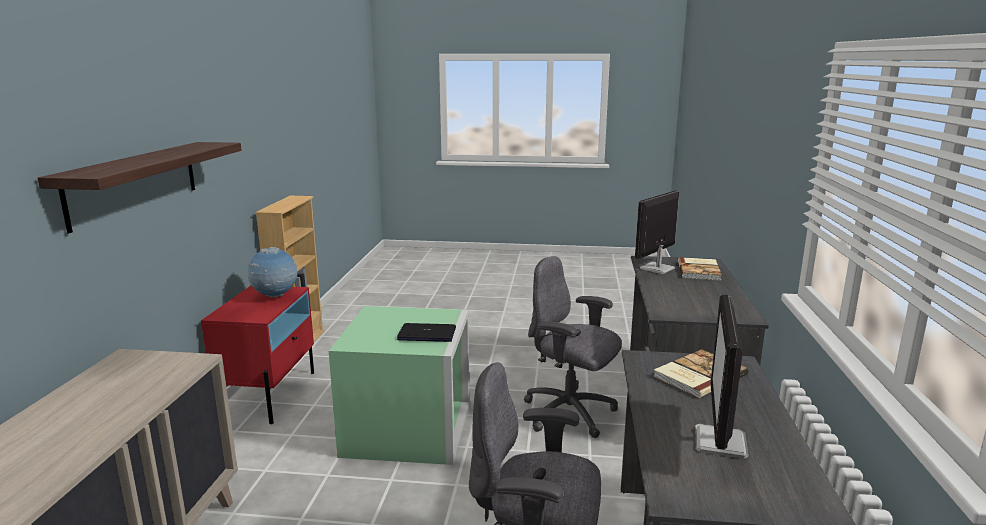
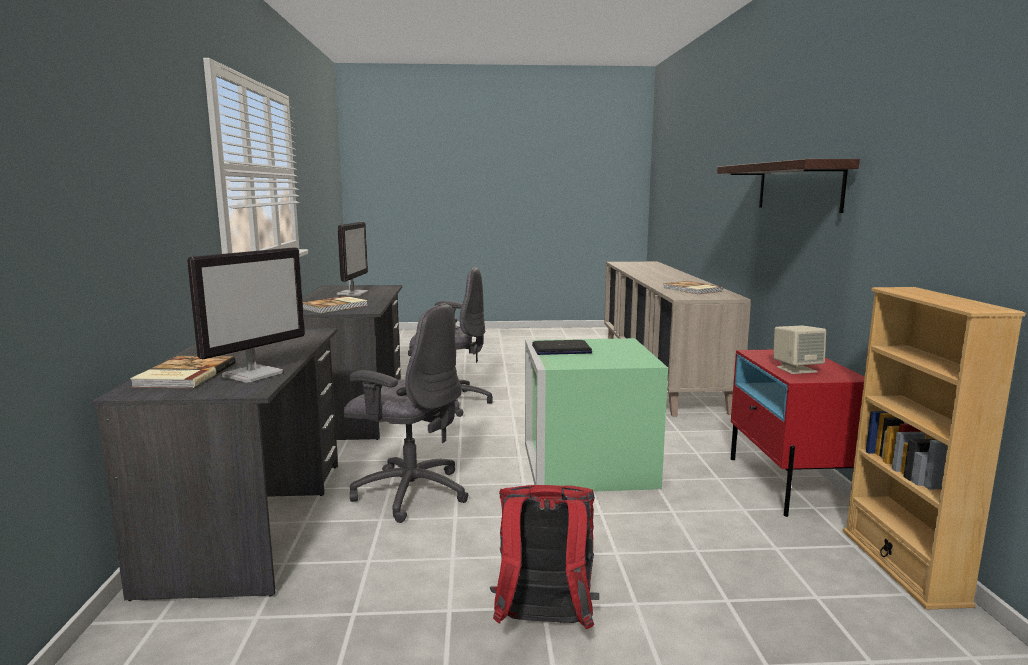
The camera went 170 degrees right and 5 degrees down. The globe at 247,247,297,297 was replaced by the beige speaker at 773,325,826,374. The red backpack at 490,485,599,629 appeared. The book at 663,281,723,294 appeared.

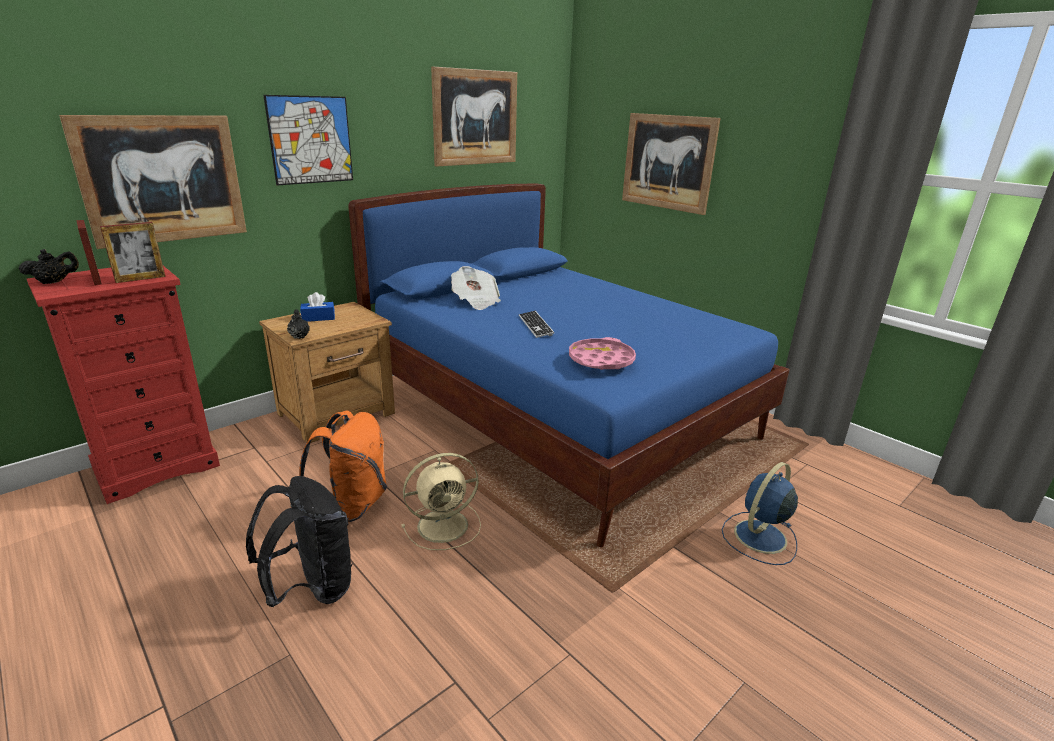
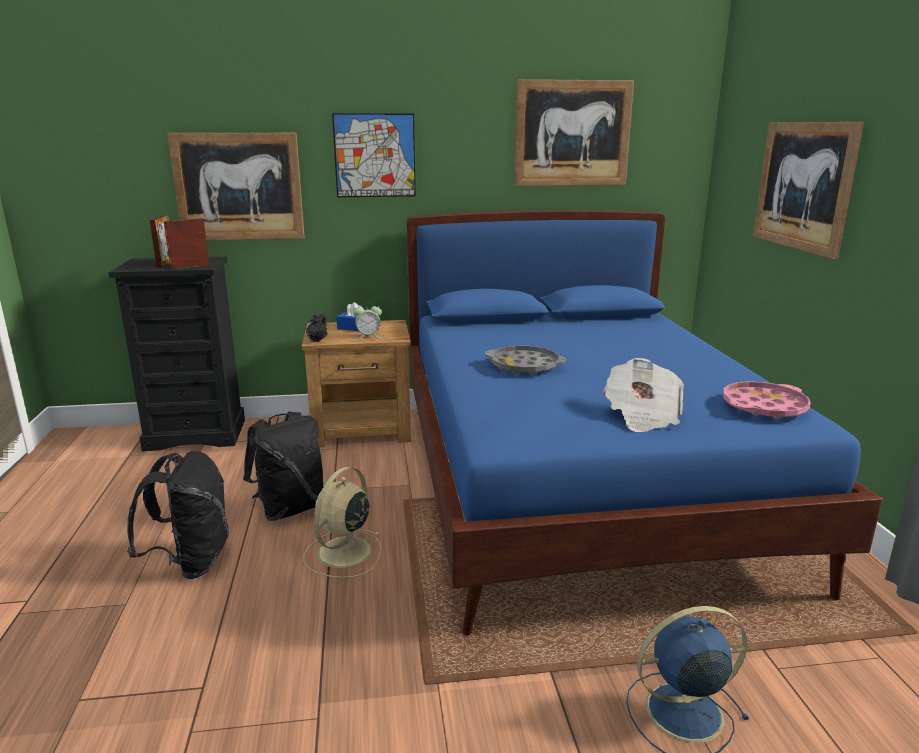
The camera went 35 degrees right and 5 degrees down. The black teapot at 18,249,79,284 disappeared. The red dresser at 27,266,220,504 became the black dresser at 109,257,245,451. The picture frame at 100,222,166,283 turned 150 degrees clockwise. The orange backpack at 299,411,387,522 became the black backpack at 243,412,323,521. The beige fan at 401,453,481,550 turned 105 degrees clockwise. The newspaper moved from 451,266,501,310 to 603,358,684,432. The keyboard at 519,311,554,338 was replaced by the grey tray at 485,346,566,375. The pink tray moved from 569,337,636,370 to 723,381,811,419. The alarm clock at 353,302,382,339 appeared.

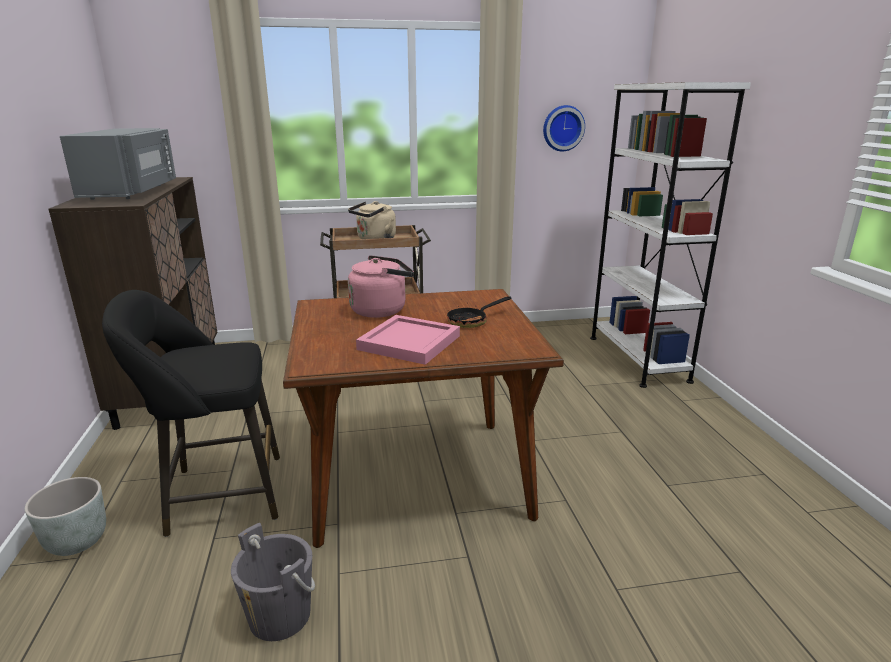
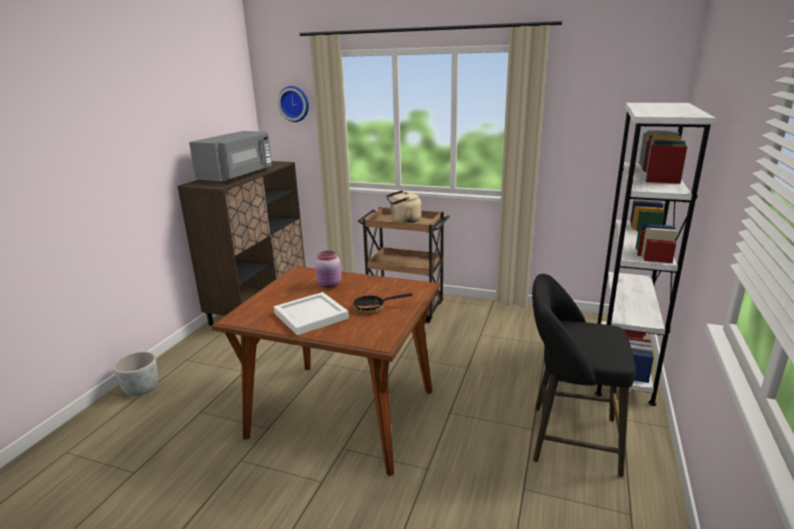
The camera went 30 degrees right and 0 degrees up. The black stool moved from 102,290,280,537 to 532,274,636,477. The grey bucket at 231,523,315,641 disappeared. The pink kettle at 348,255,414,318 was replaced by the pink jar at 315,251,341,288. The pink tray at 356,315,460,365 became the white tray at 274,292,349,335. The wall clock moved from 543,105,585,152 to 278,86,309,122.

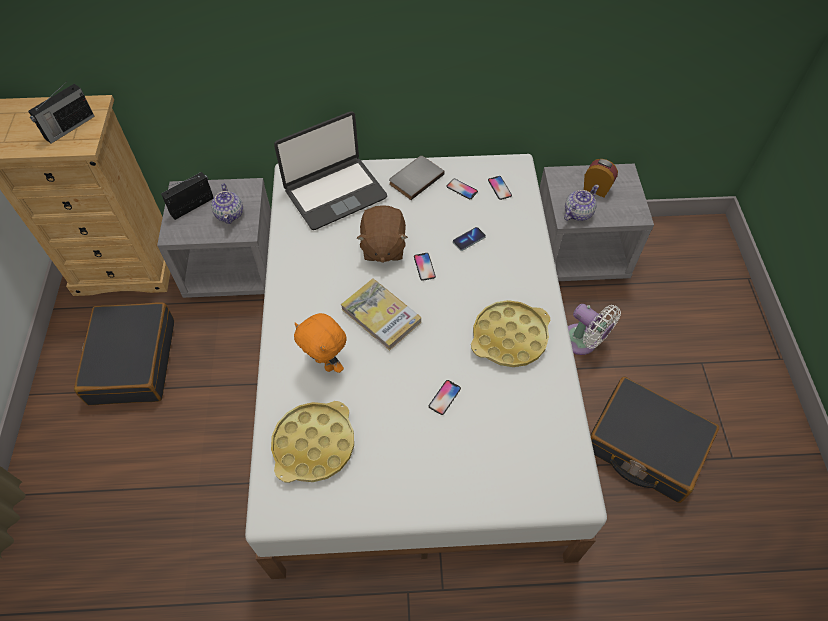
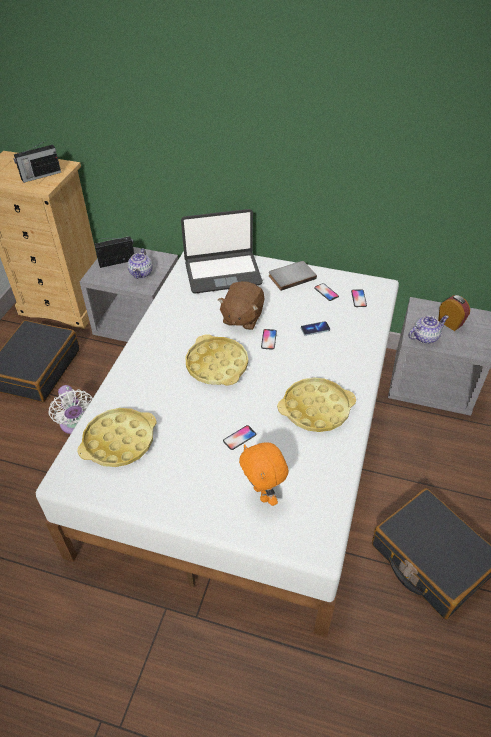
The camera went 20 degrees right and 10 degrees down. The orange plush toy moved from 294,313,346,373 to 239,442,289,506. The book at 341,278,421,351 was replaced by the yellow tray at 185,334,248,386. The white fan moved from 568,304,621,355 to 48,385,93,434.

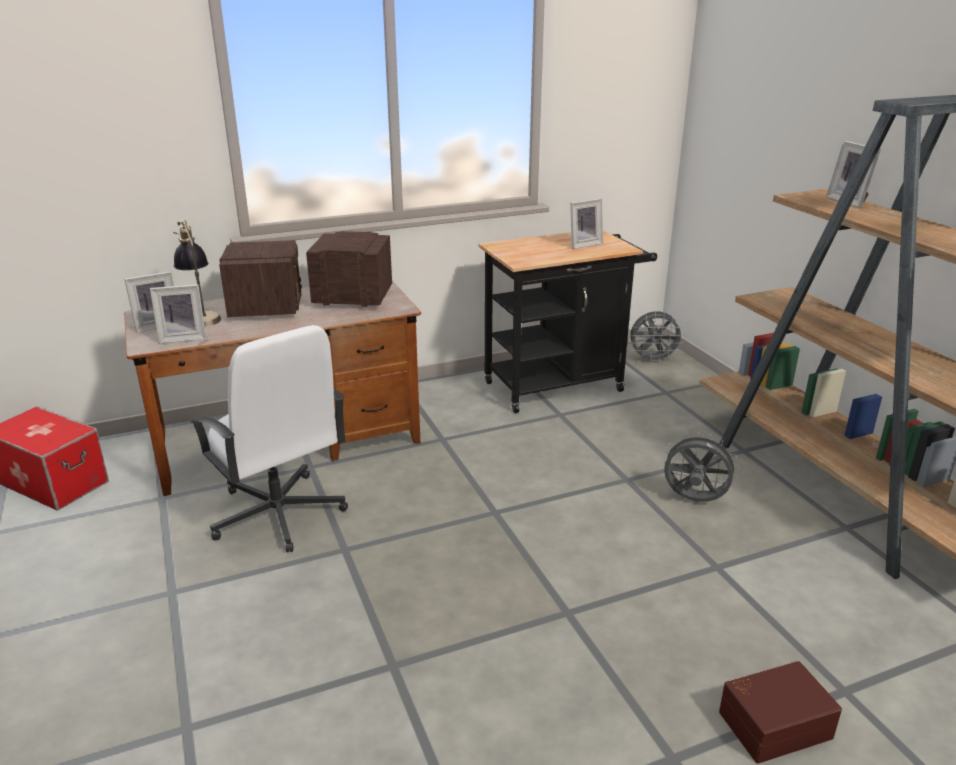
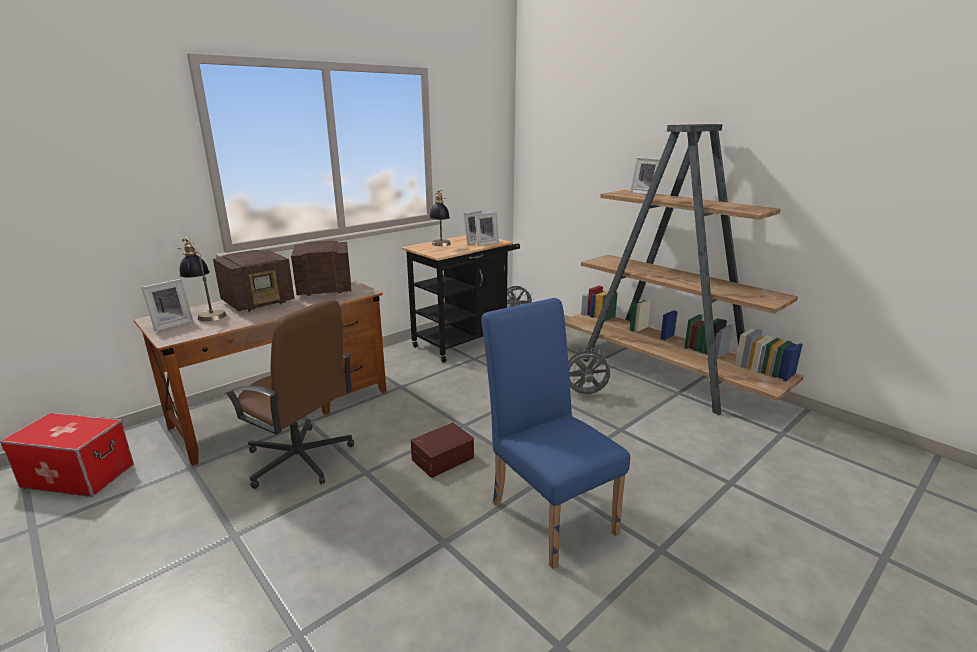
The camera went 20 degrees left and 5 degrees down. The picture frame moved from 150,284,206,344 to 474,212,499,246. The white office chair at 191,325,348,552 became the brown office chair at 224,299,354,489. The radio at 219,240,302,317 turned 75 degrees clockwise. The brown storage box moved from 719,661,842,763 to 411,422,474,478. The table lamp at 429,189,451,246 appeared. The blue chair at 481,298,630,569 appeared.

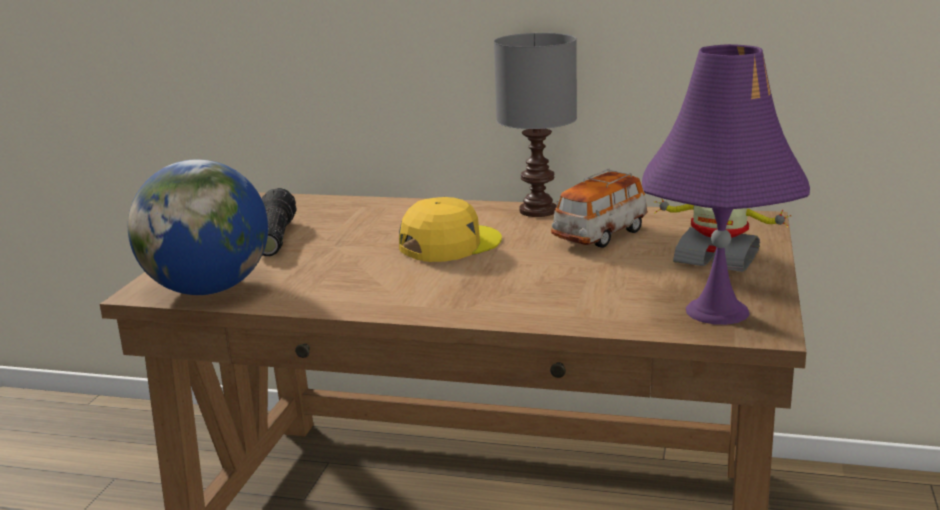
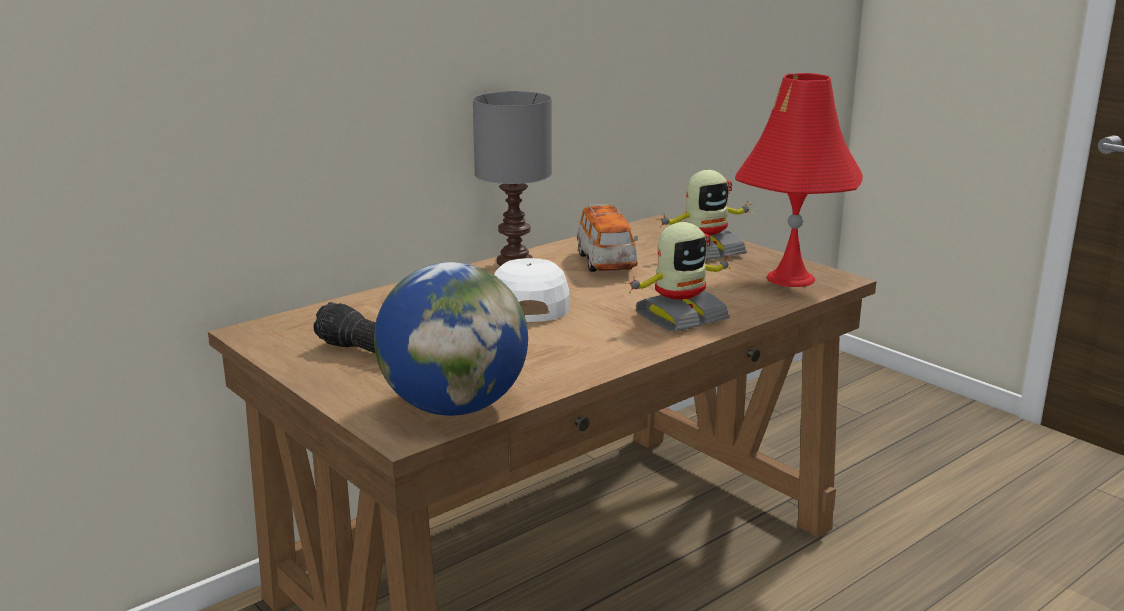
The camera went 55 degrees left and 0 degrees up. The yellow cap at 399,197,502,262 became the white cap at 494,258,570,322. The purple table lamp at 642,44,810,325 became the red table lamp at 735,73,863,287. The toy robot at 625,222,732,332 appeared.

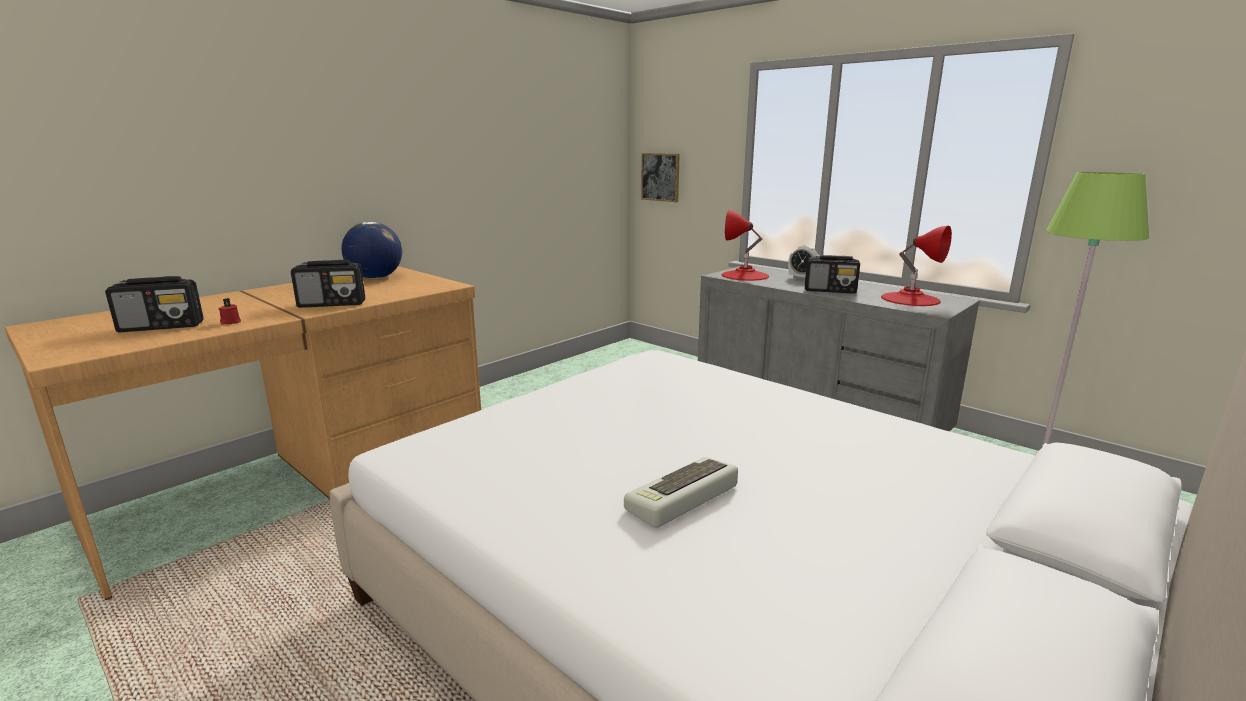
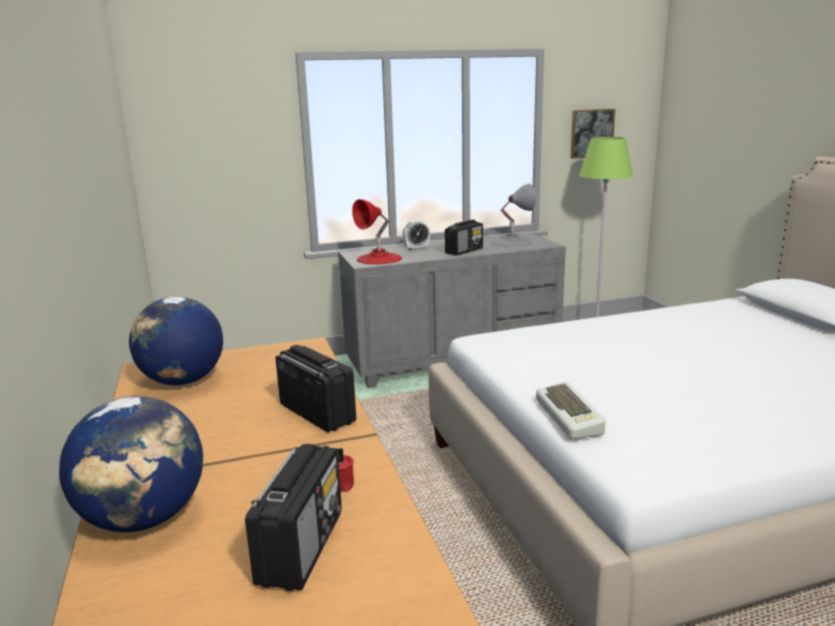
The camera went 60 degrees left and 0 degrees up. The radio at 291,260,365,308 turned 60 degrees counterclockwise. The keyboard moved from 624,457,738,528 to 536,382,606,439. The picture moved from 641,153,680,202 to 571,109,615,159. The red table lamp at 881,226,952,306 became the grey table lamp at 491,184,536,247. The globe at 59,396,203,532 appeared.

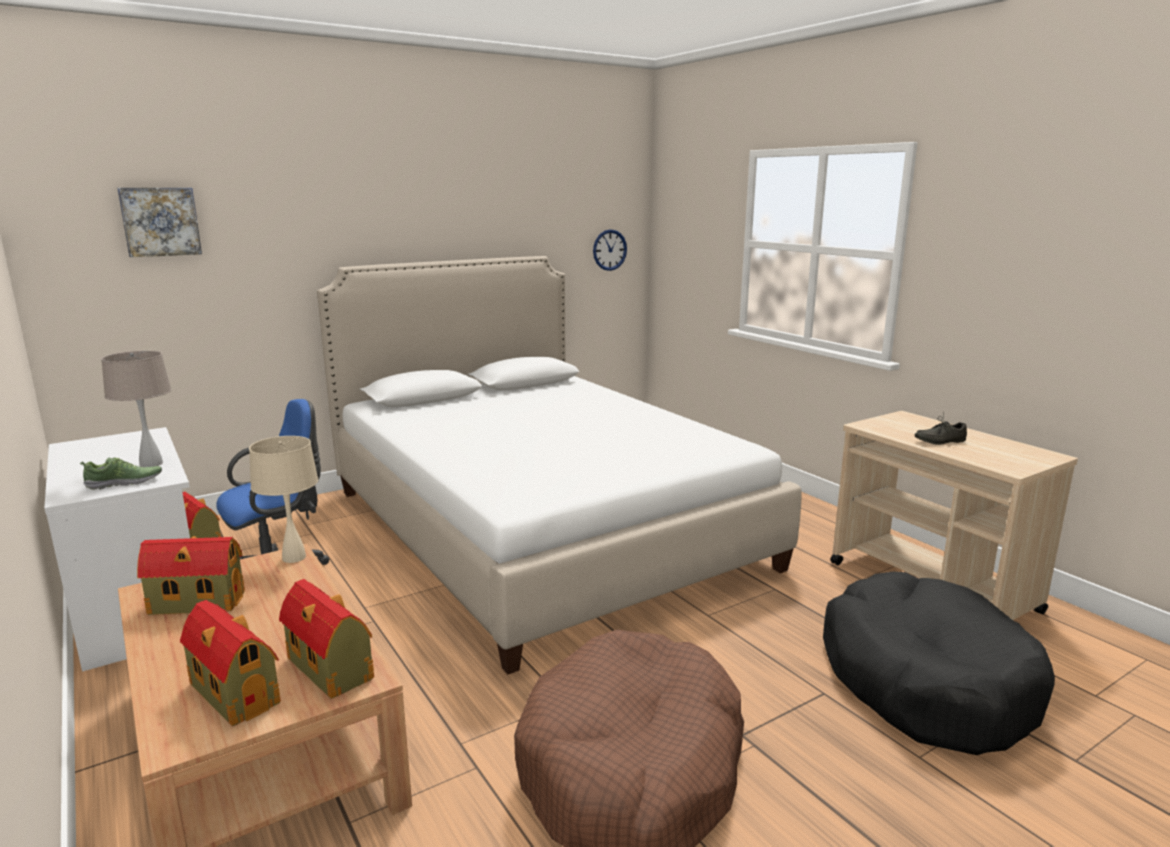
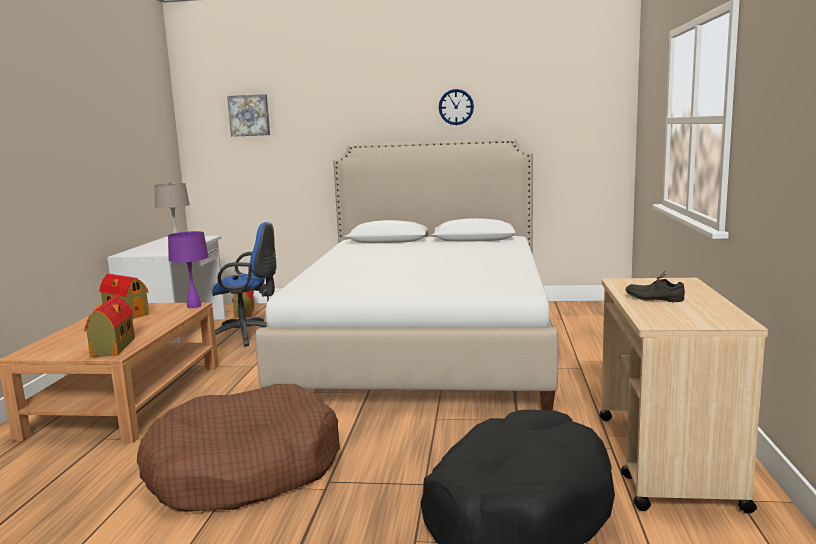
The camera went 40 degrees right and 5 degrees down. The shoe at 80,457,162,490 disappeared. The toy house at 180,600,281,726 disappeared. The beige table lamp at 249,436,318,563 became the purple table lamp at 168,231,209,308. The wall clock moved from 593,229,627,271 to 439,89,474,125.

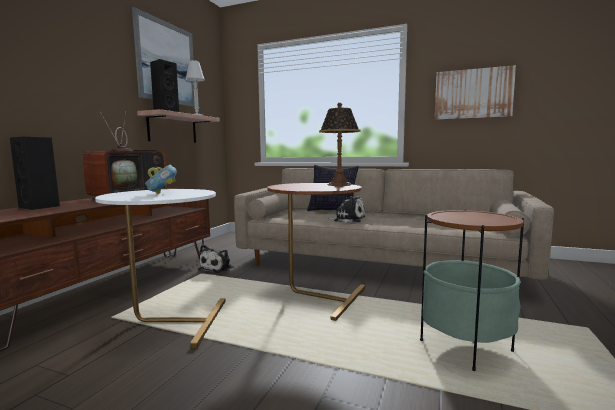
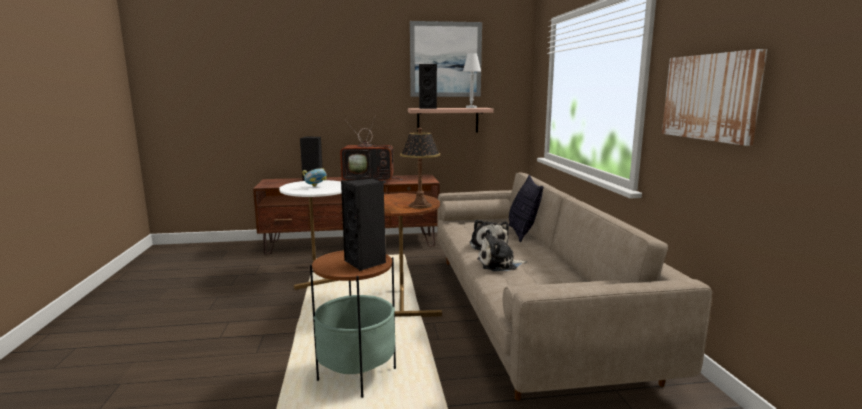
The camera went 60 degrees right and 5 degrees up. The plush toy moved from 198,245,234,273 to 477,229,527,271. The black speaker at 341,178,386,271 appeared.

